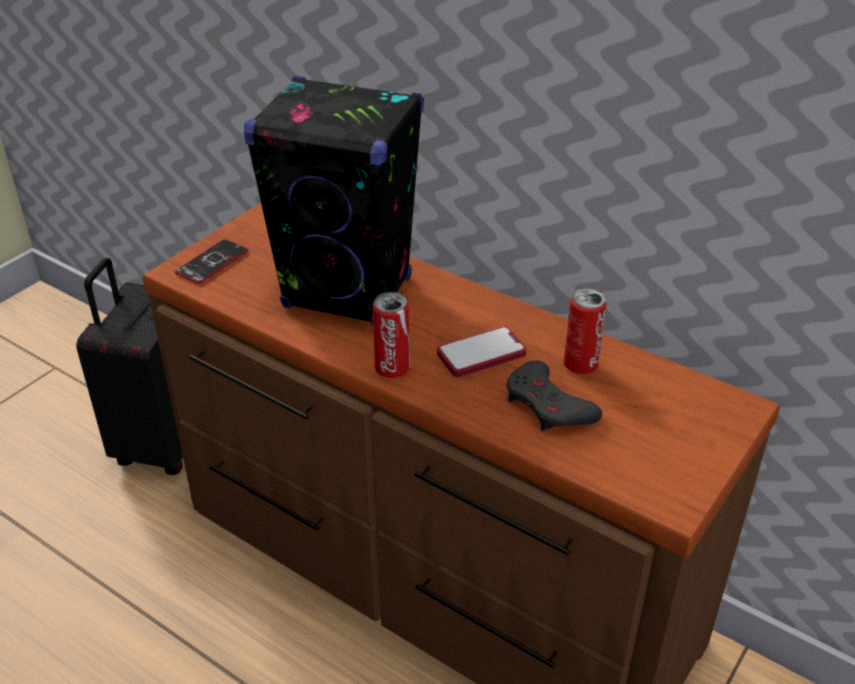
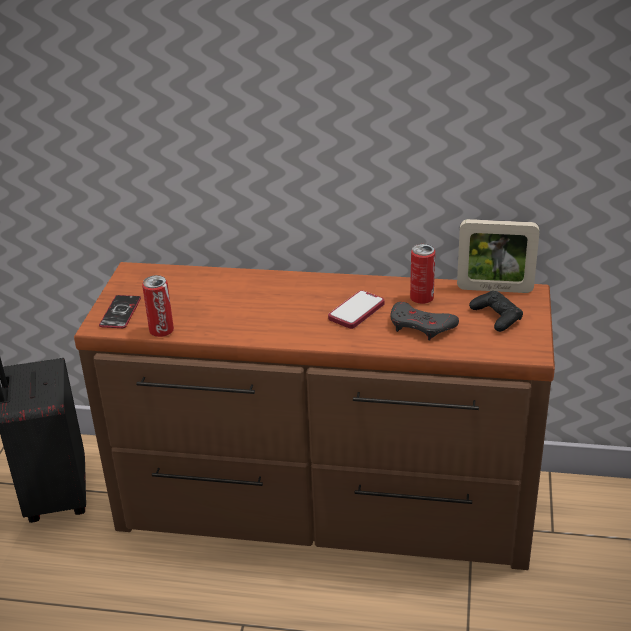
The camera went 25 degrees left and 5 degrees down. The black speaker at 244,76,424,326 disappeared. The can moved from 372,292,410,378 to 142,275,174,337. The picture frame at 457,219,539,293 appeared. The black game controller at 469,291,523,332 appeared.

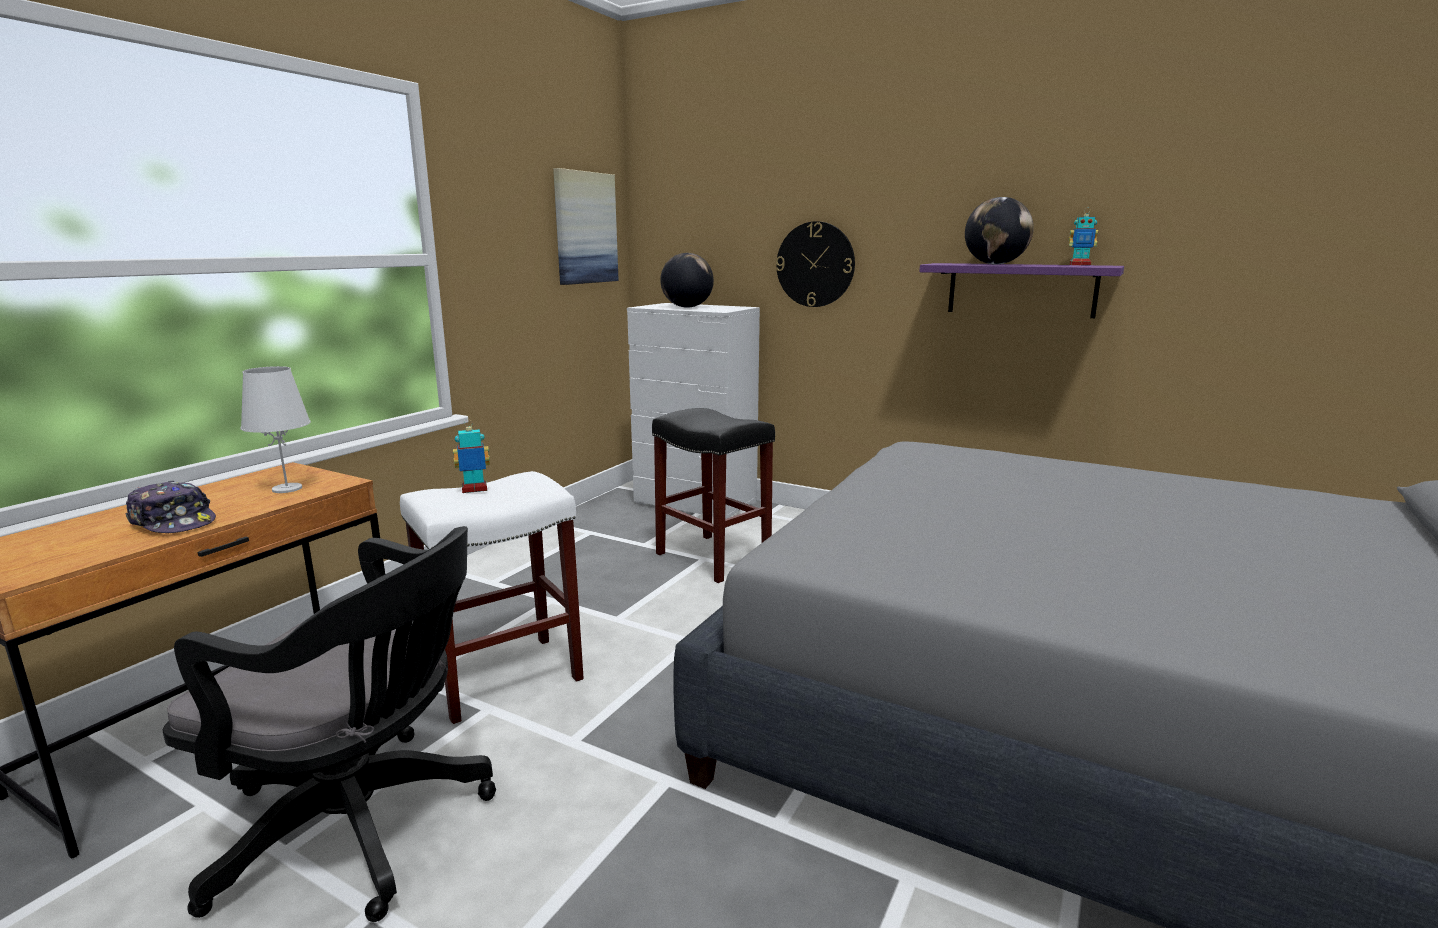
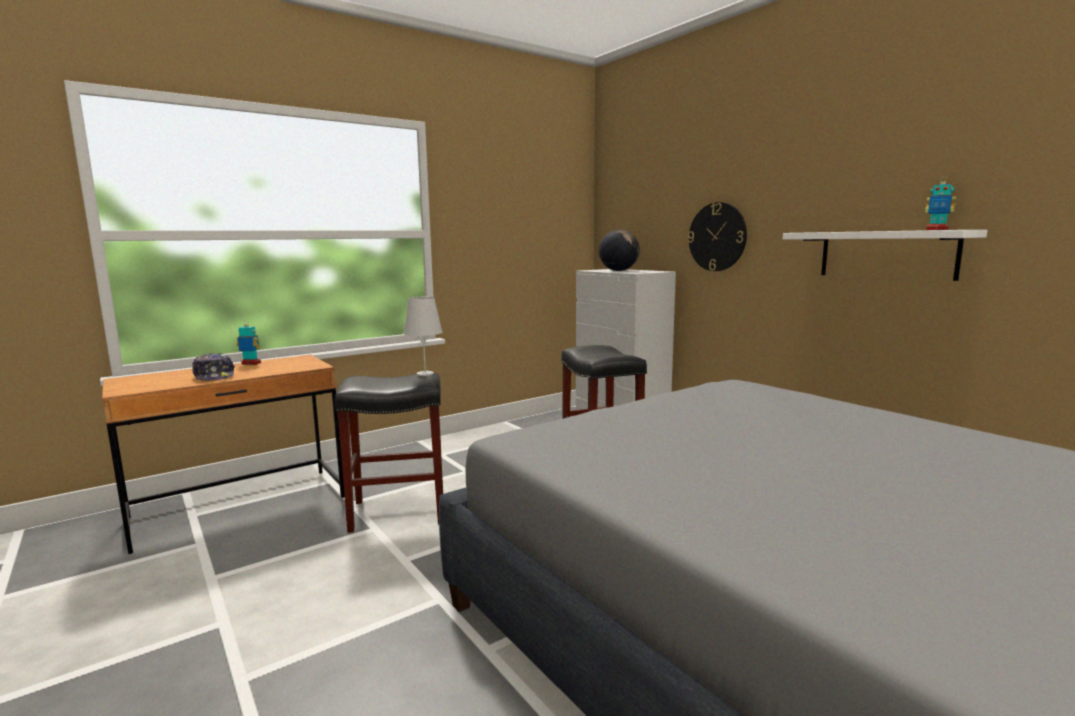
The camera went 25 degrees right and 5 degrees down. The black office chair at 163,526,496,922 disappeared. The white table lamp moved from 241,366,311,493 to 403,297,443,376. The white stool at 400,471,584,724 became the black stool at 334,373,443,533. The toy robot moved from 453,419,490,493 to 236,320,261,365. The picture at 553,168,619,285 disappeared. The purple shelf at 919,263,1124,318 became the white shelf at 783,230,988,281. The globe at 965,197,1034,264 disappeared.

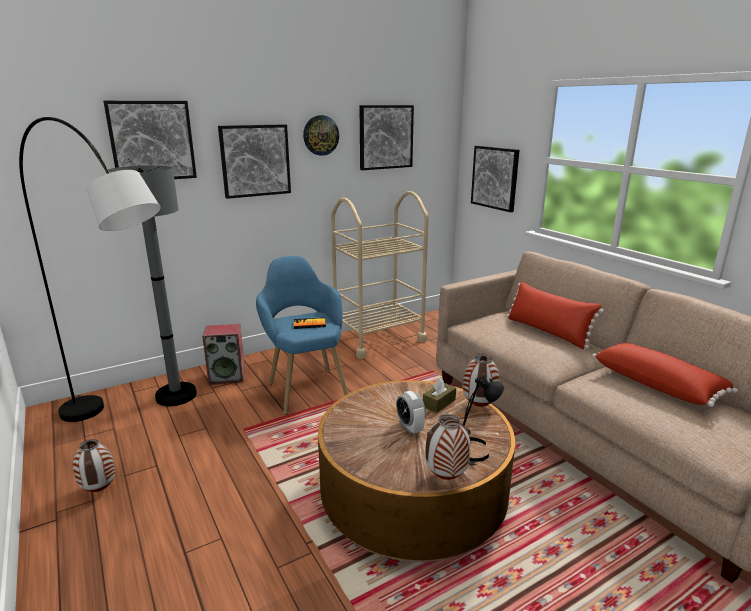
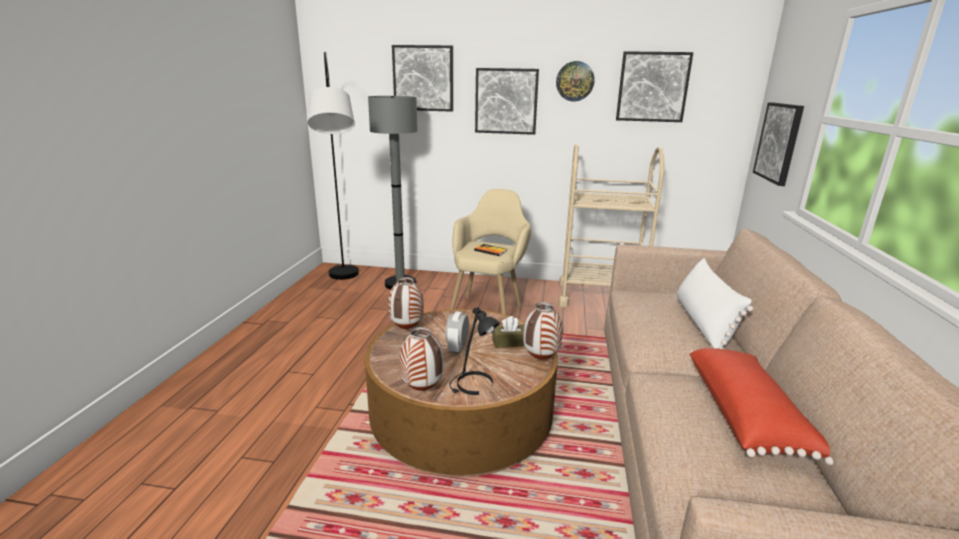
The camera went 40 degrees right and 0 degrees up. The vase moved from 73,439,116,492 to 388,277,424,329. The speaker at 202,324,245,385 disappeared. The blue armchair at 256,256,348,415 became the beige armchair at 450,189,531,315. The red pillow at 507,281,604,349 became the white pillow at 677,258,754,349.

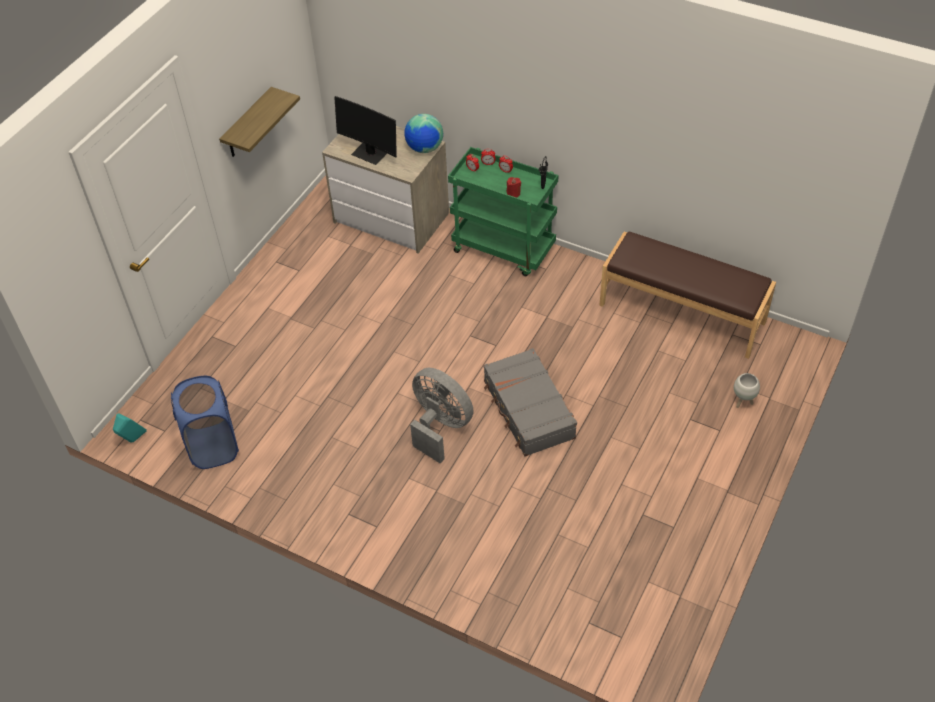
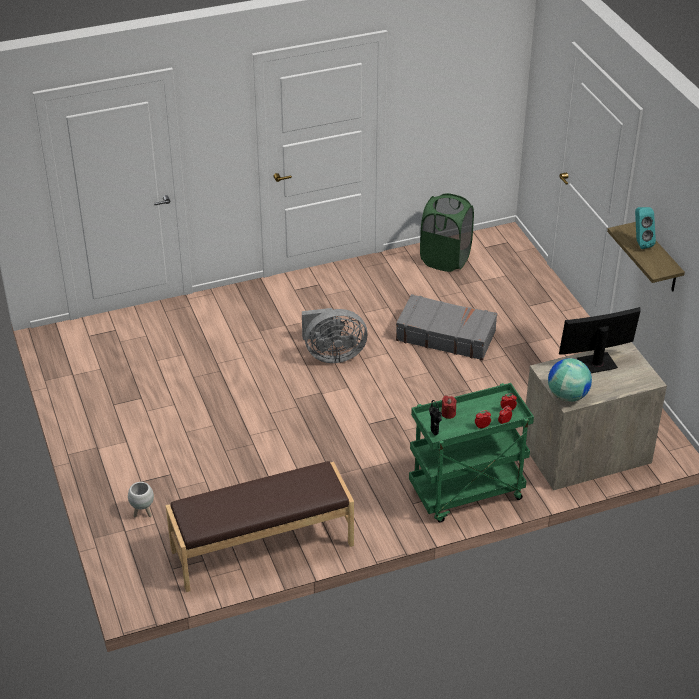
The camera went 130 degrees right and 10 degrees down. The turquoise speaker moved from 113,413,147,442 to 635,207,656,249. The blue laundry basket at 171,376,239,469 became the green laundry basket at 420,193,474,272. The grey suitcase moved from 484,348,577,457 to 396,294,497,360.

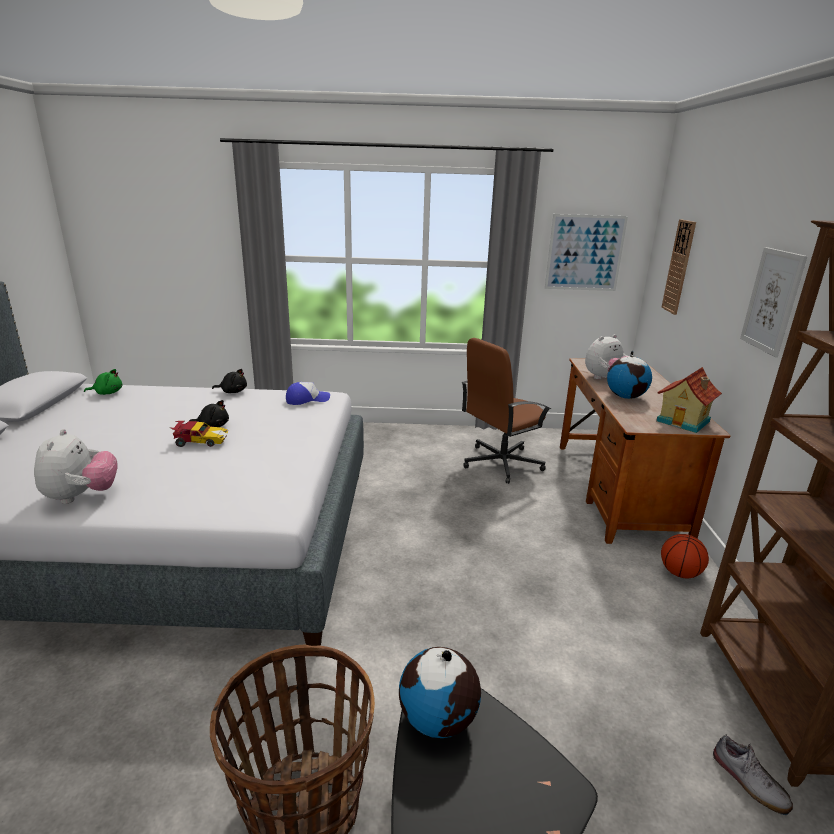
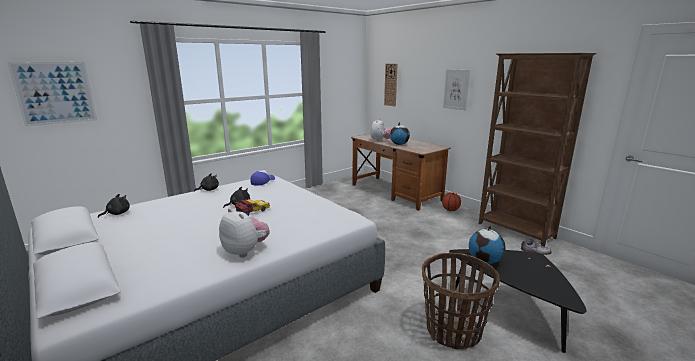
The camera went 40 degrees left and 5 degrees down. The green plush toy at 84,369,123,395 became the black plush toy at 98,194,130,218. The brown office chair at 462,338,551,484 disappeared. The picture moved from 545,214,628,291 to 7,62,97,127. The toy house at 656,367,722,433 disappeared.

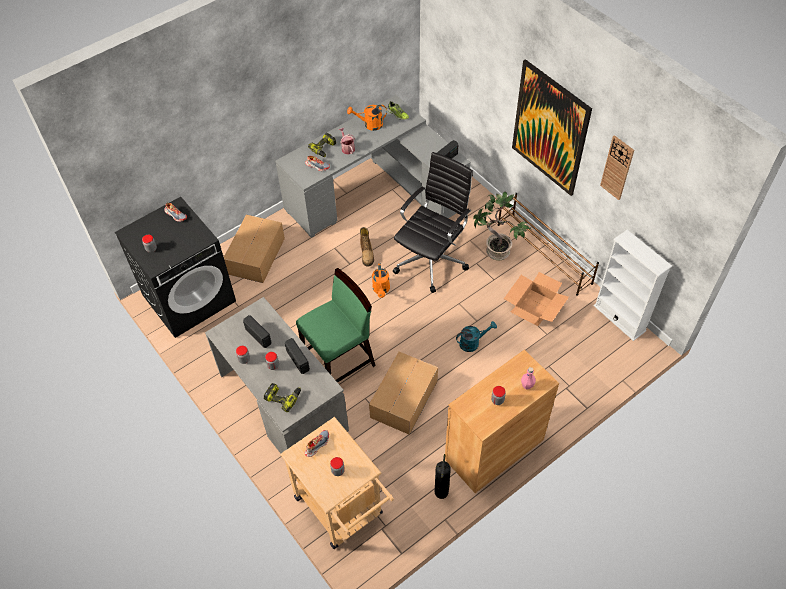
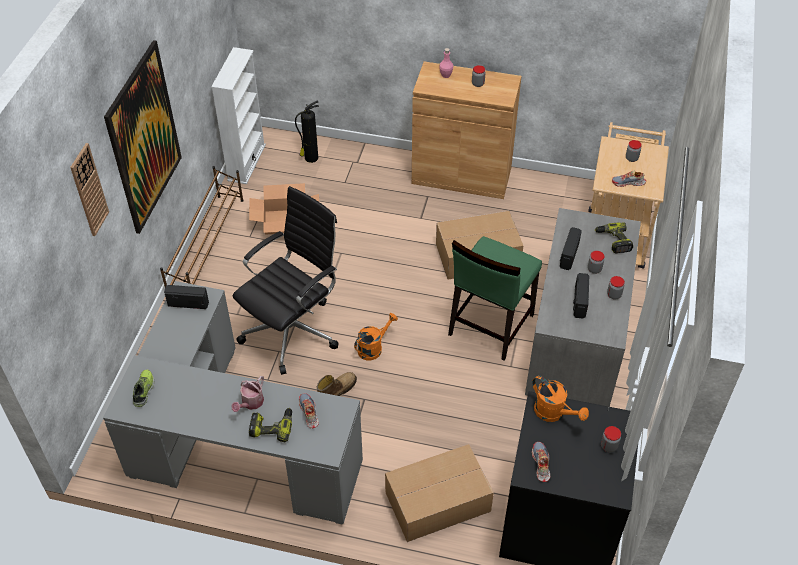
The camera went 130 degrees left and 5 degrees down. The green chair at 296,268,376,383 turned 75 degrees counterclockwise. The orange watering can moved from 347,105,387,131 to 532,375,589,422. The black office chair at 393,152,473,293 turned 135 degrees clockwise. The fire extinguisher moved from 435,454,451,499 to 295,100,319,163. The turquoise watering can at 456,321,497,352 disappeared. The potted plant at 473,191,531,260 disappeared. The wall clock moved from 600,135,634,200 to 70,143,109,236.

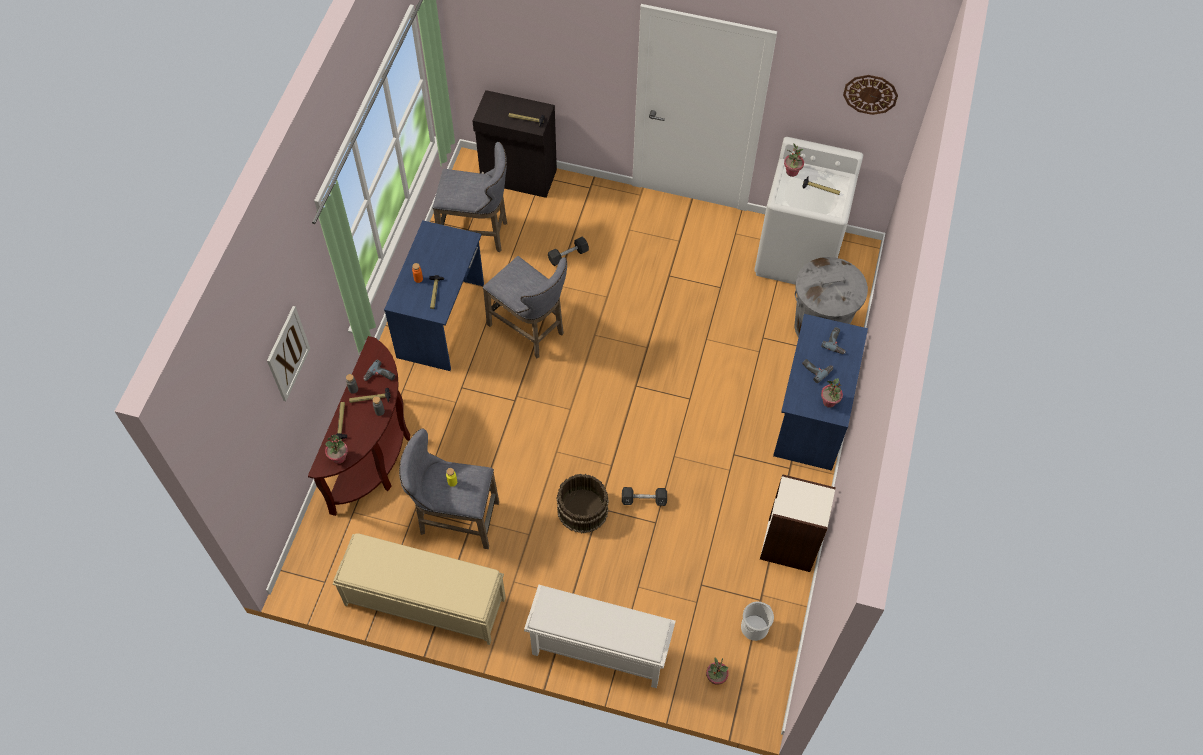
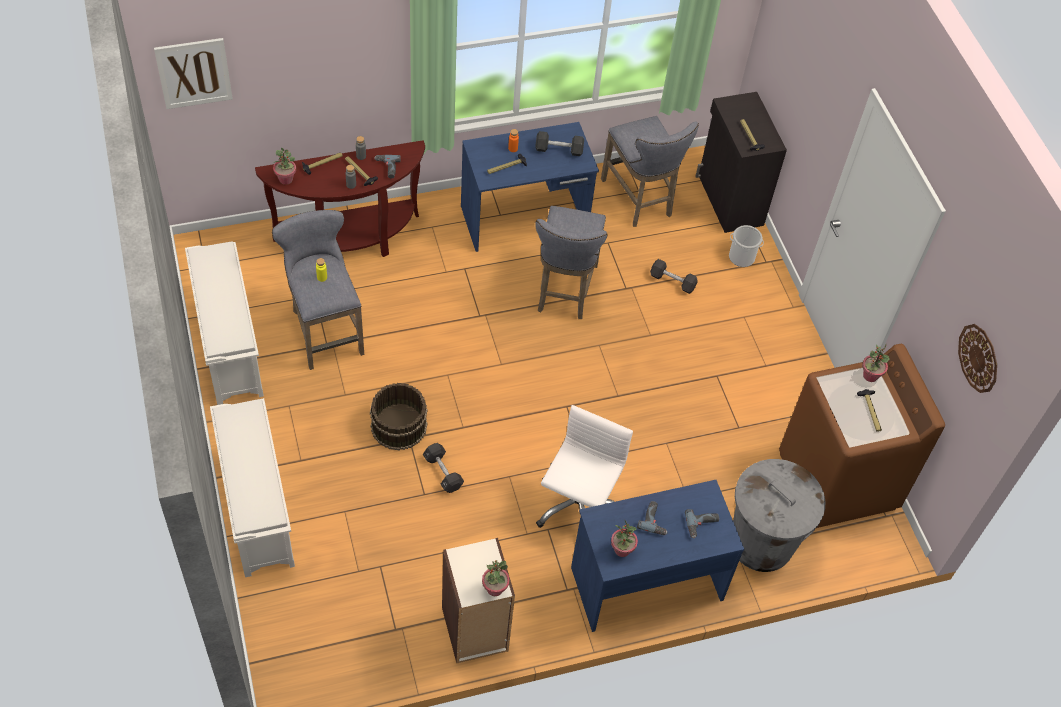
The camera went 55 degrees right and 5 degrees down. The picture moved from 267,306,310,401 to 154,38,233,109. The beige bench at 333,533,506,645 was replaced by the white shoe rack at 185,242,264,405. The potted plant moved from 706,658,729,685 to 482,560,510,596. The bucket moved from 741,601,774,641 to 729,225,764,267. The white washing machine at 754,137,863,285 became the brown washing machine at 779,344,945,528. The black dumbbell at 535,131,584,156 appeared. The white office chair at 536,405,633,528 appeared.

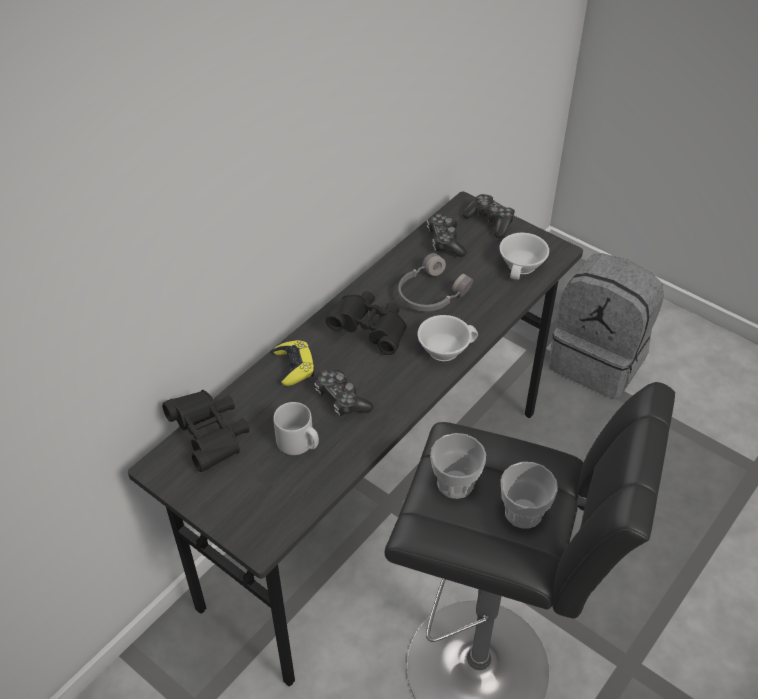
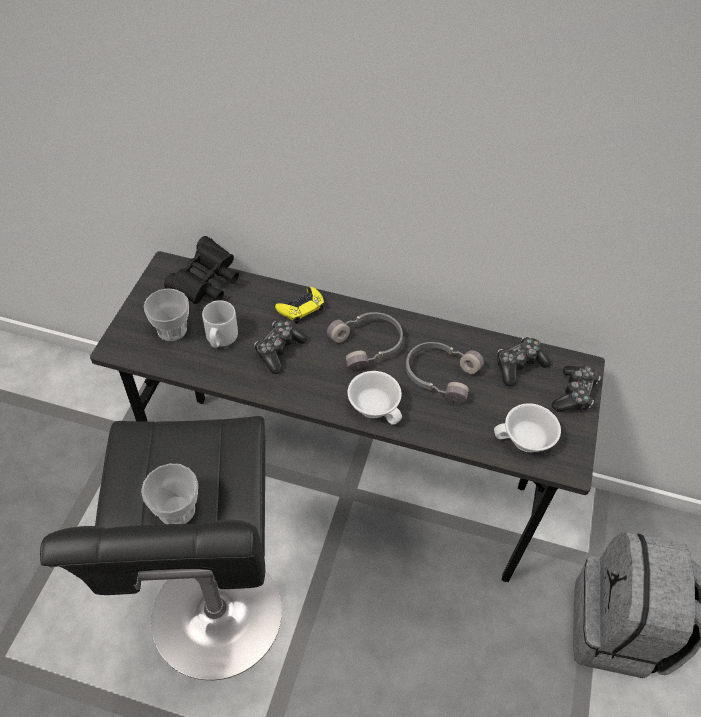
The camera went 65 degrees right and 5 degrees up. The black binoculars at 325,291,407,355 was replaced by the grey headphones at 327,312,403,370. The cup moved from 430,433,486,499 to 143,288,189,341.

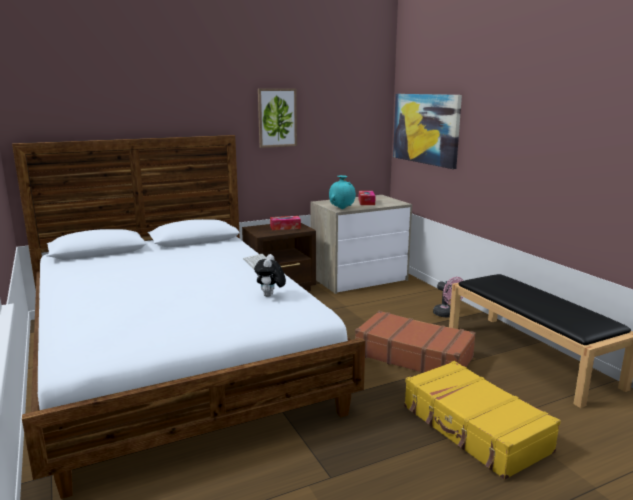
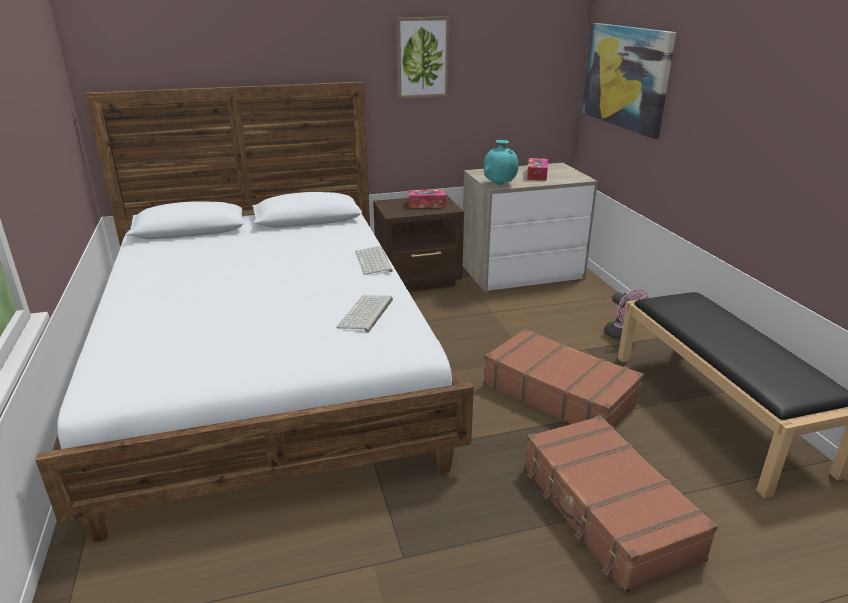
The camera went 10 degrees right and 10 degrees up. The plush toy at 254,254,286,297 was replaced by the keyboard at 336,295,393,333. The yellow suitcase at 404,361,561,480 became the brown suitcase at 525,415,718,593.

